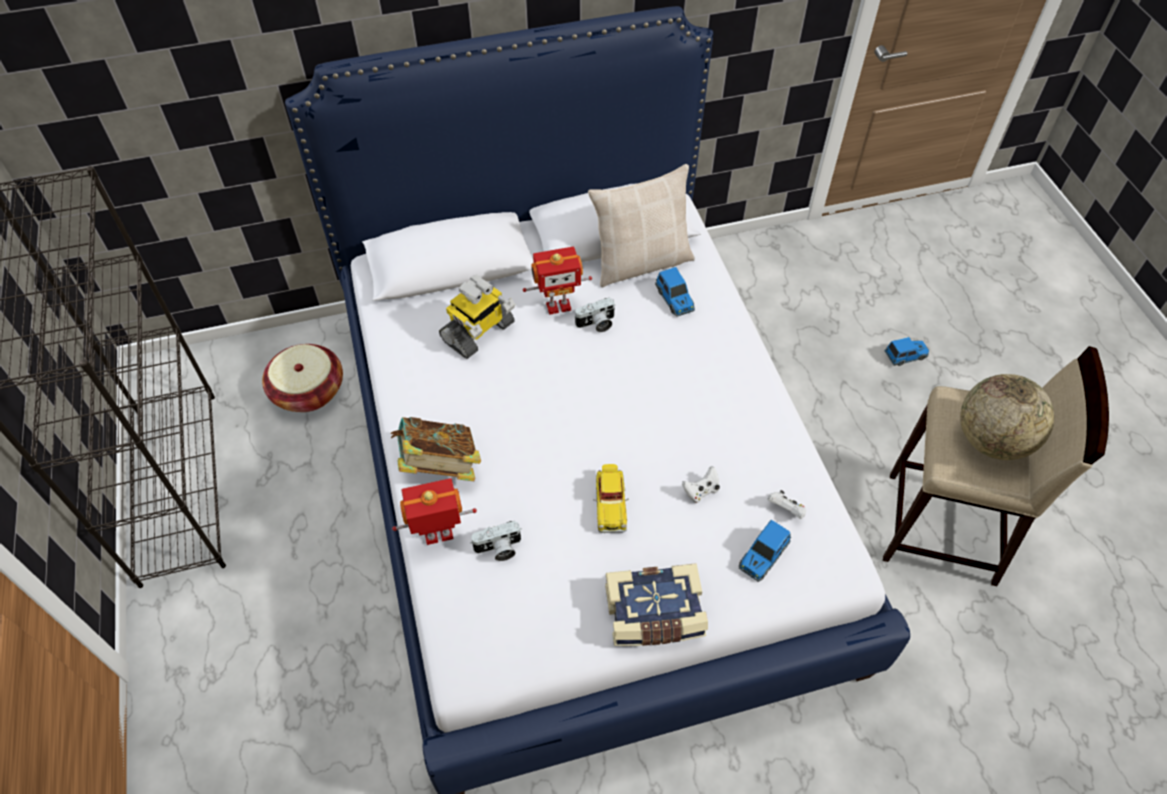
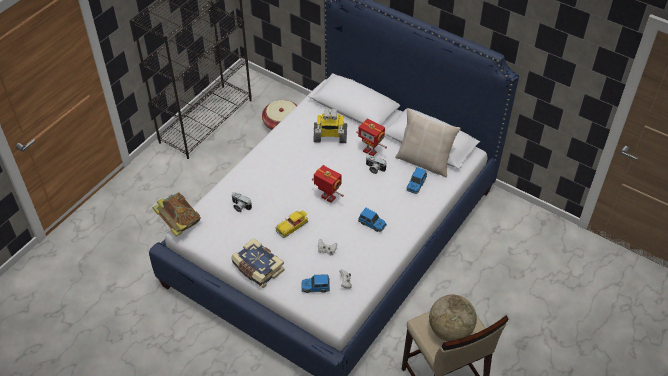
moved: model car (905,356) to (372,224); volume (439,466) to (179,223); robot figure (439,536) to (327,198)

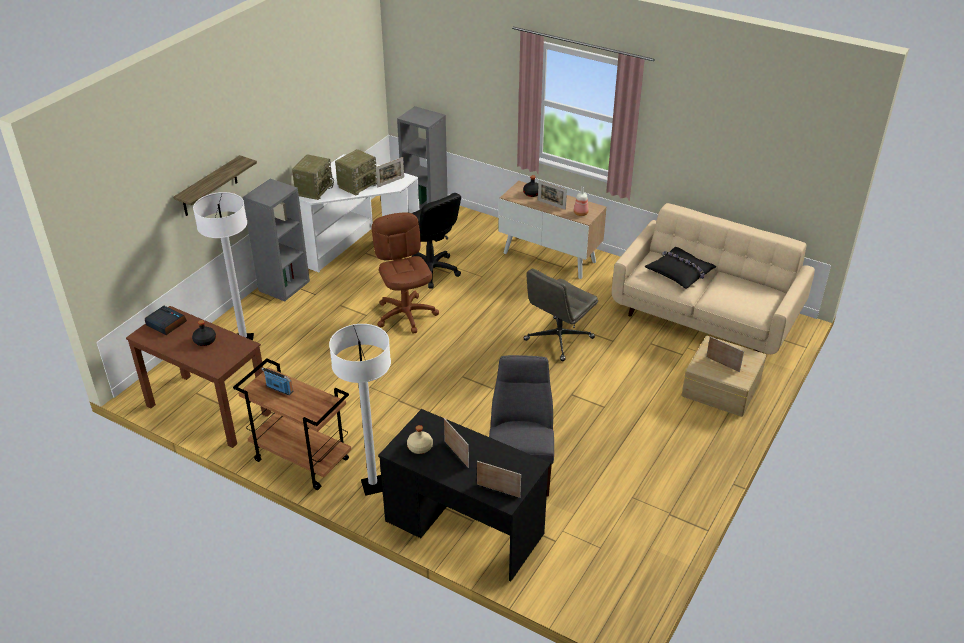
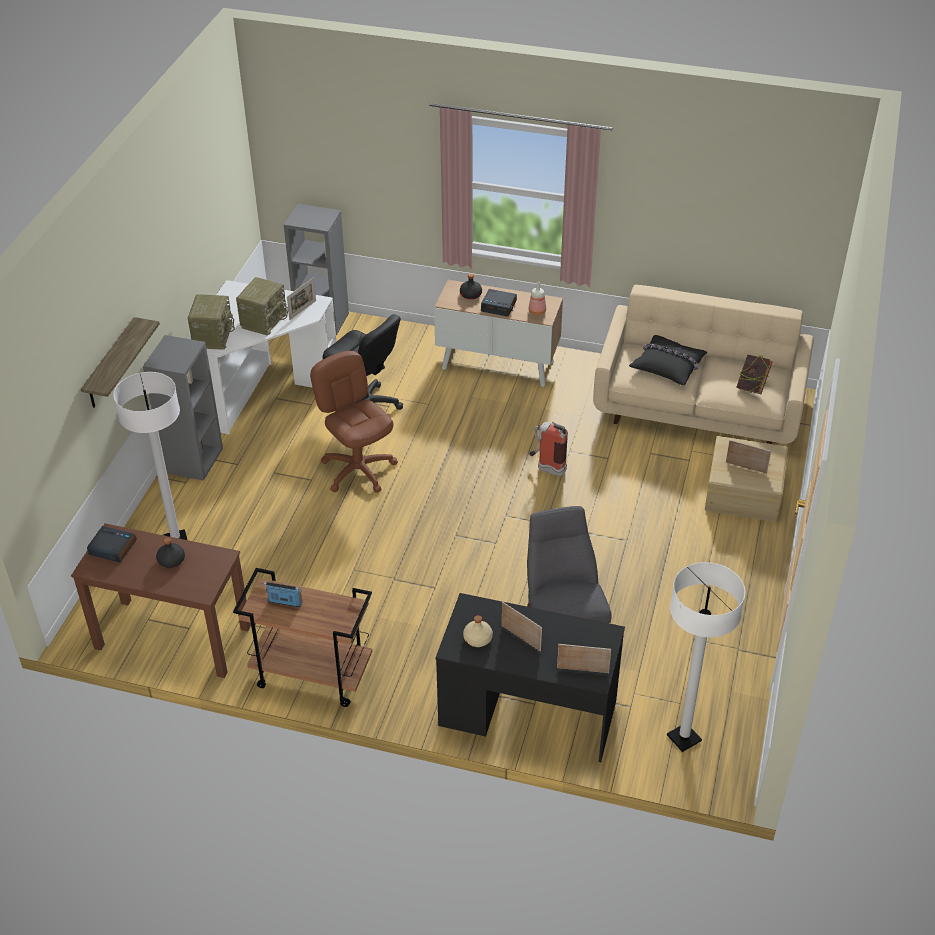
added: volume (752,387)
moved: floor lamp in whitish (373,486) to (684,738)
replaced: photo frame (551,205) to table clock (499,306); desk chair in gray (558,339) to fire-fighting cylinder (546,468)

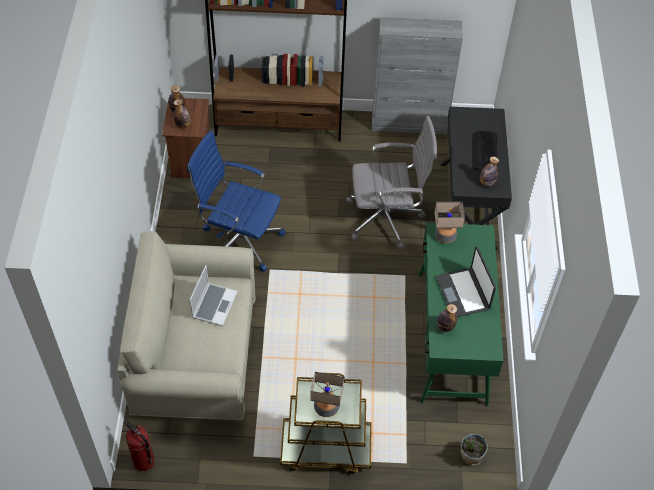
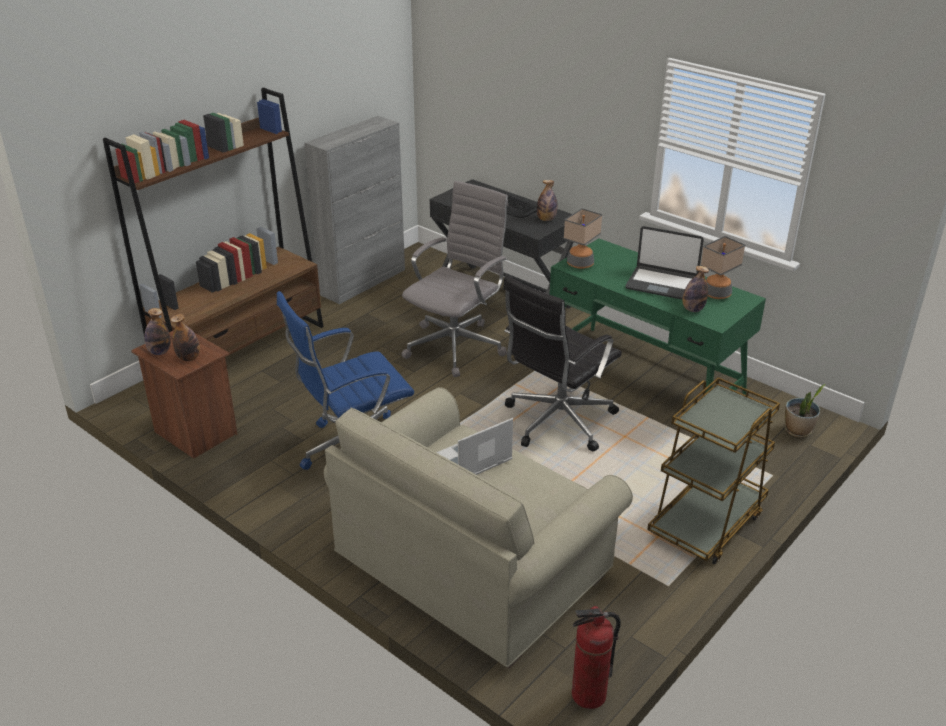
added: desk chair in black (556,421)
moved: lamp for a table (326,407) to (716,294)
turned: laptop (214,304) = (472,460) 90 degrees counterclockwise

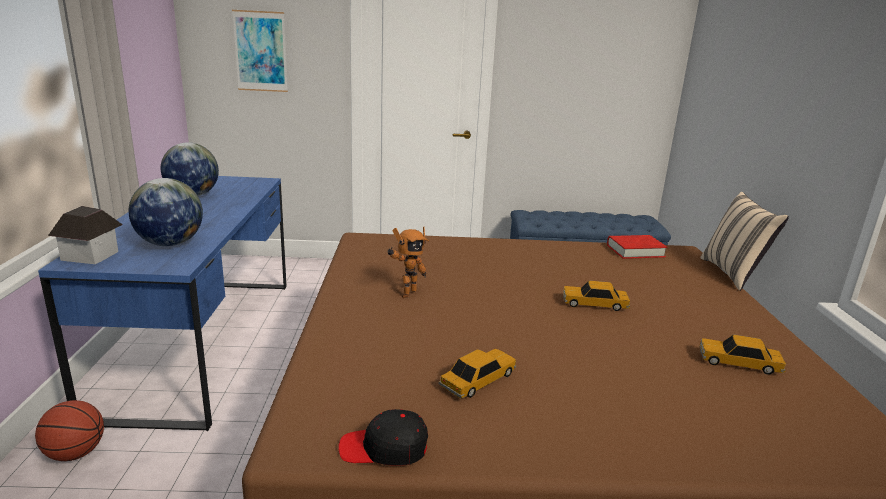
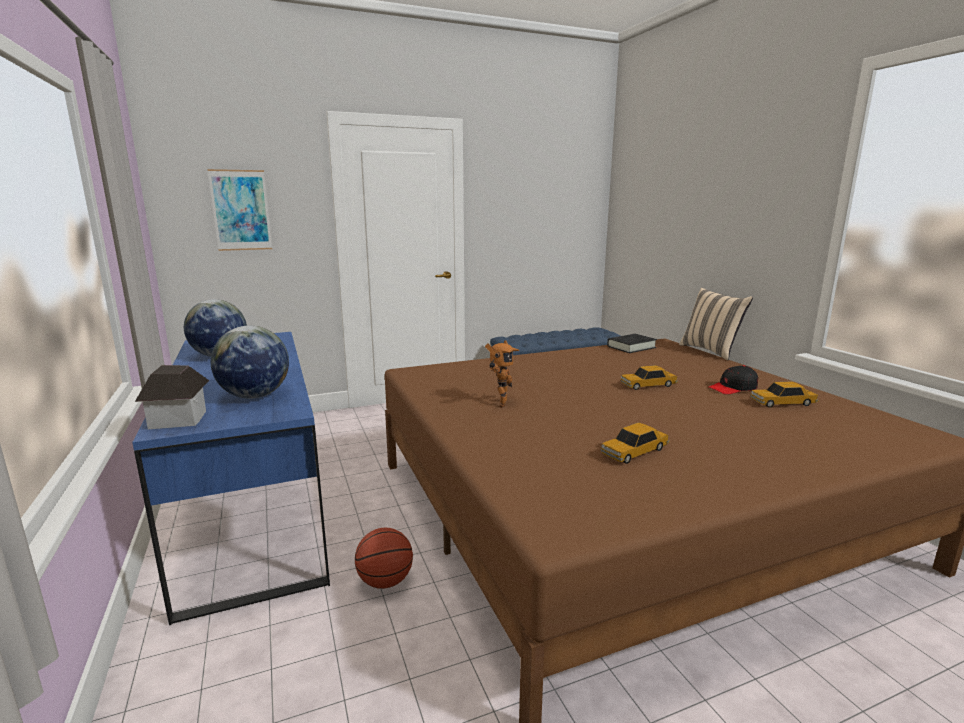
moved: ball for basketball (75,453) to (385,581); cap in black (384,448) to (733,388)
recoloured: volume in reddish (635,251) to volume in black (631,347)
turned: model car (478,380) = (634,451) 150 degrees counterclockwise

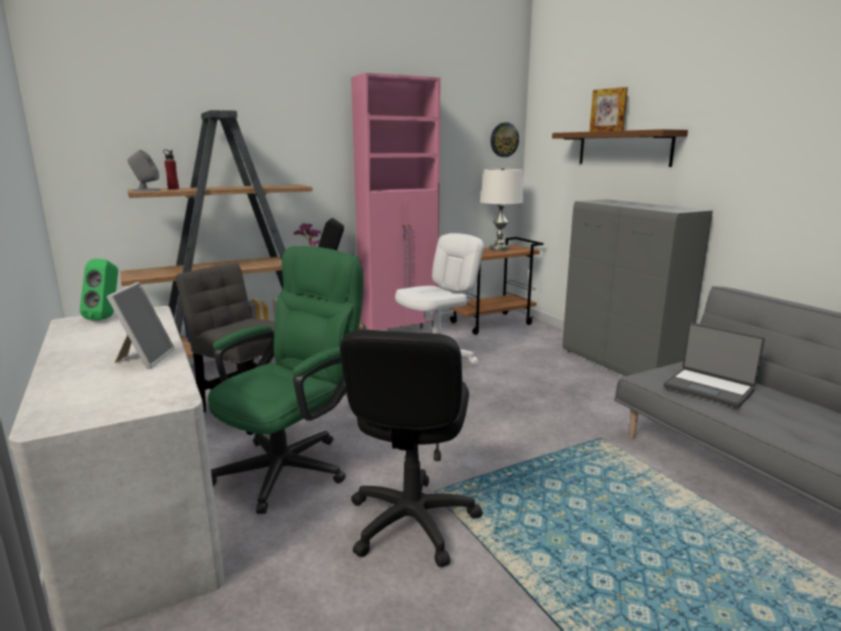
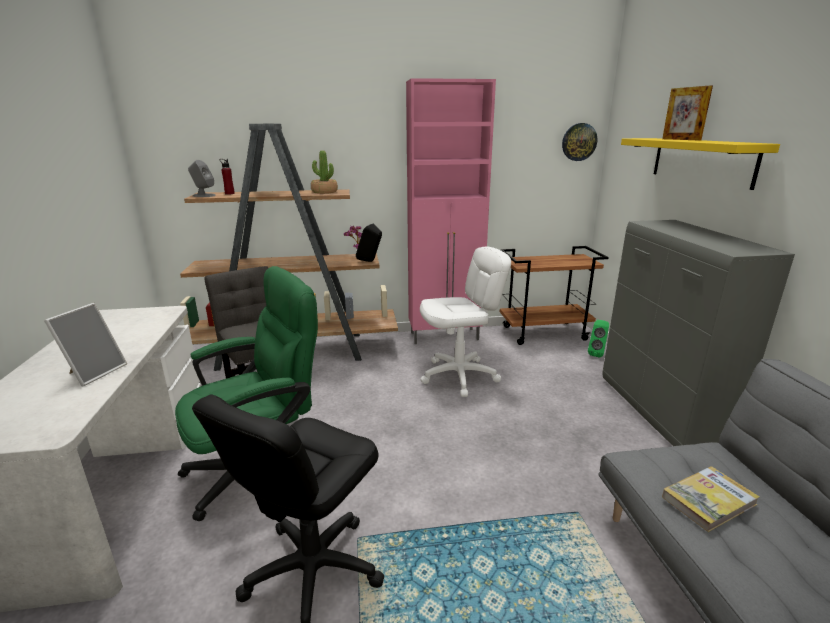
removed: lamp for a table in whitish (499,249)
added: plant in a pot (324,192)
moved: loudspeaker in green-coloured (107,317) to (597,354)
replaced: laptop (709,388) to volume (708,500)
recoloured: shelf in brown-coloured (623,148) to shelf in yellowish (701,161)

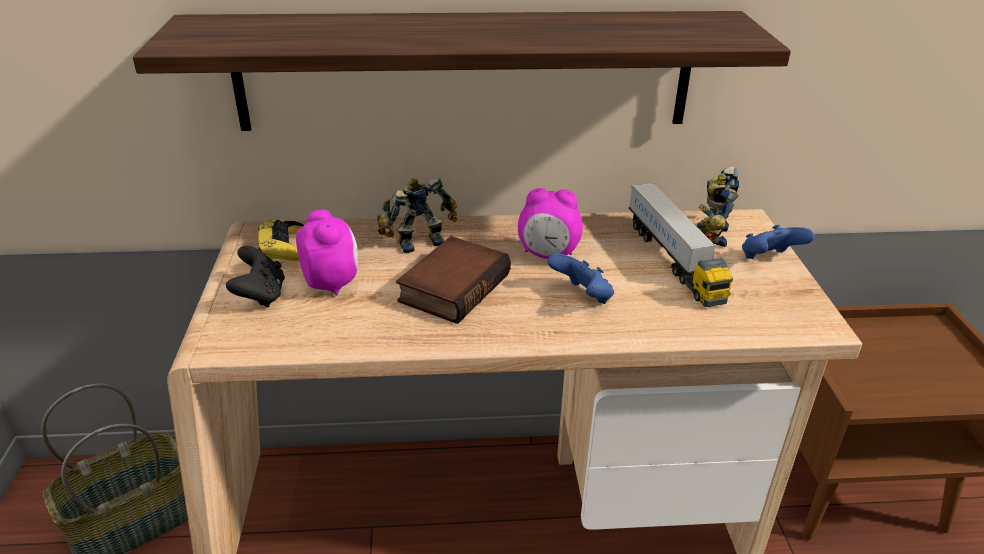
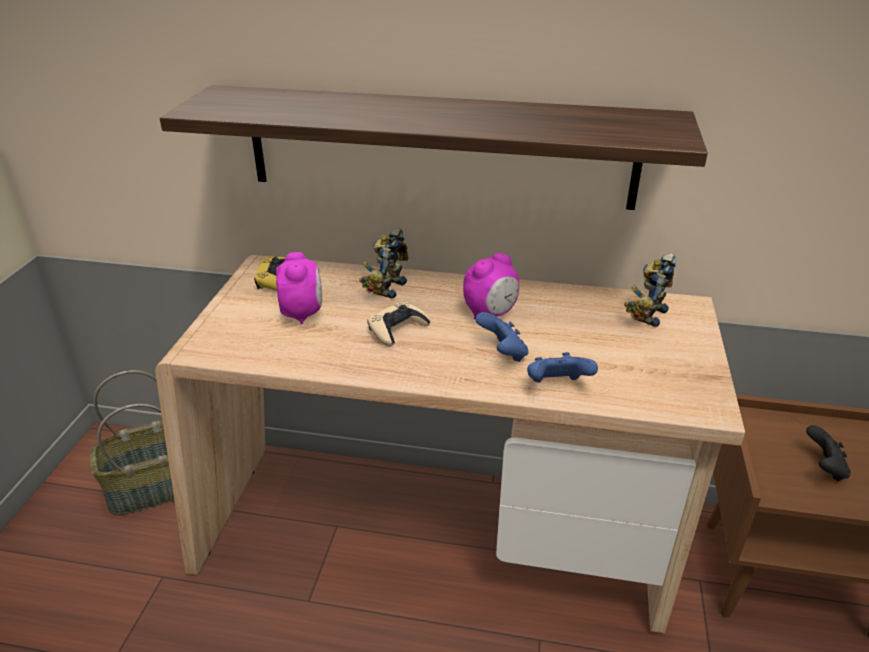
removed: toy lorry (673,260)
moved: game controller in bluish (769,260) to (557,386); game controller in black (261,295) to (824,467)
replaced: volume (452,286) to game controller in beige (397,329)
turned: robot figure (417,240) = (386,287) 60 degrees counterclockwise; table clock (548,255) = (490,313) 60 degrees counterclockwise

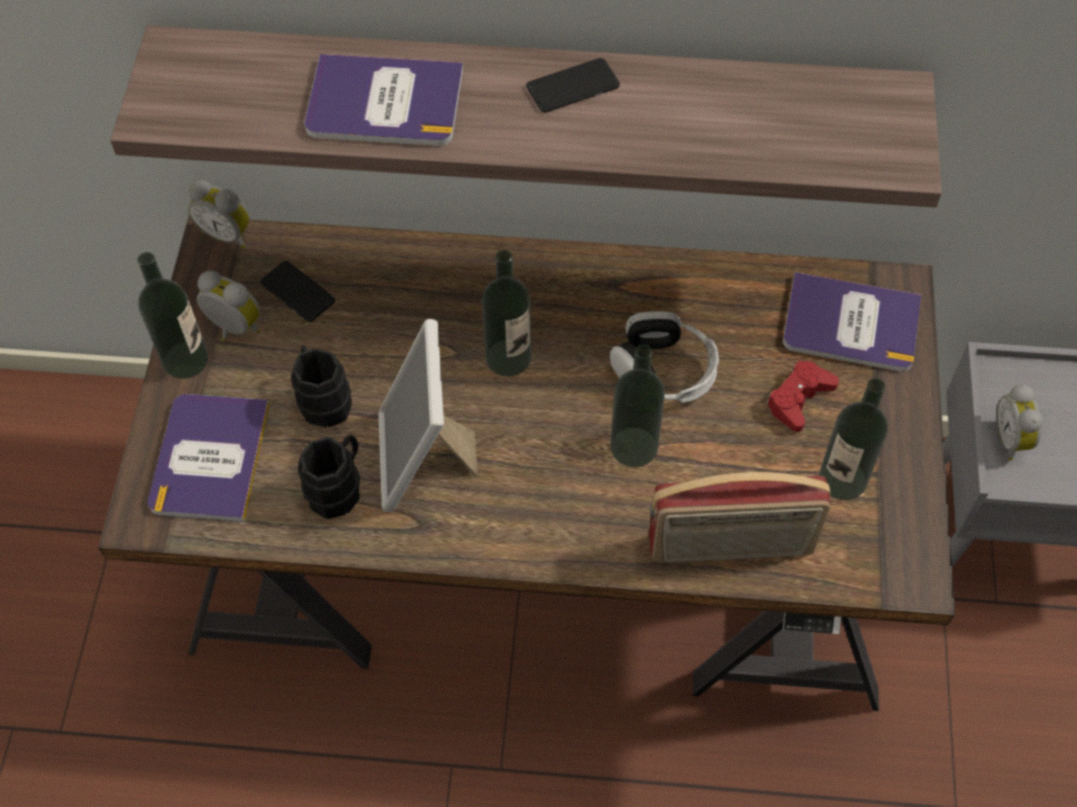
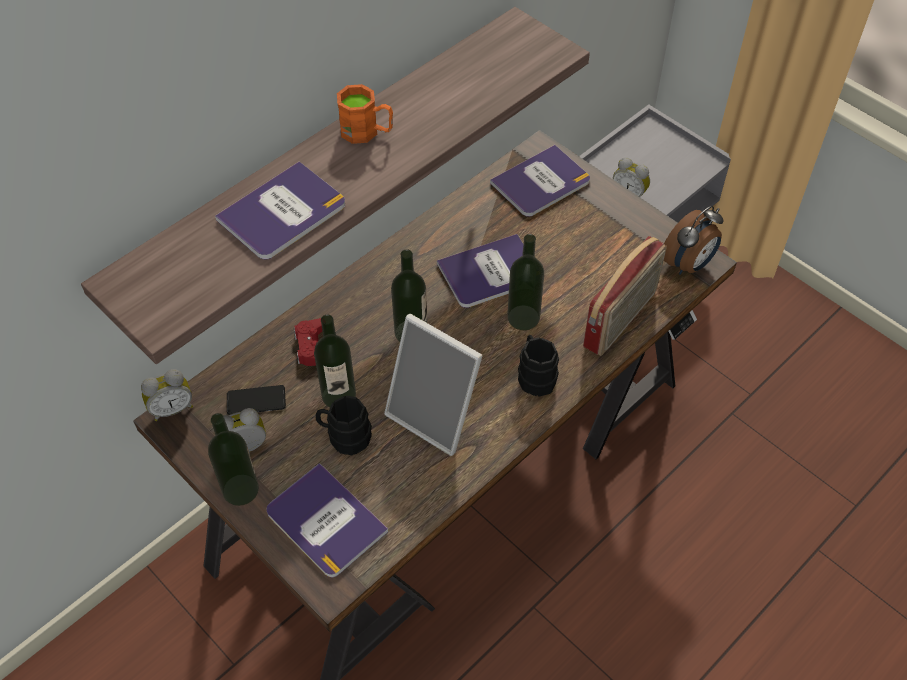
added: table clock (688,264)
moved: game controller in reddish (799,399) to (312,347); drink bottle (842,479) to (339,395); mug in black (338,487) to (535,376)
replaced: phone (572,86) to mug in orange-coloured (367,132); headphones (664,370) to volume (490,272)

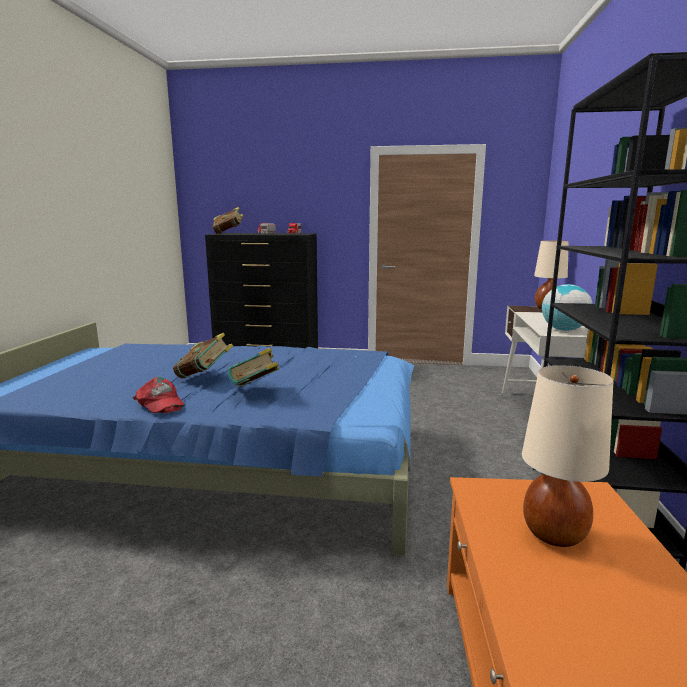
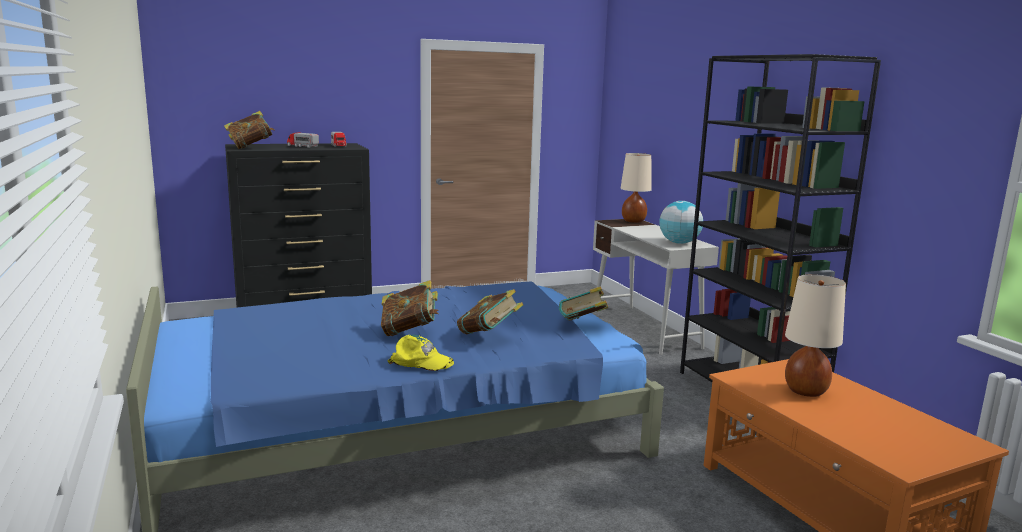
added: volume (583,326)
recoloured: cap in reddish (160,403) to cap in yellowish (421,361)

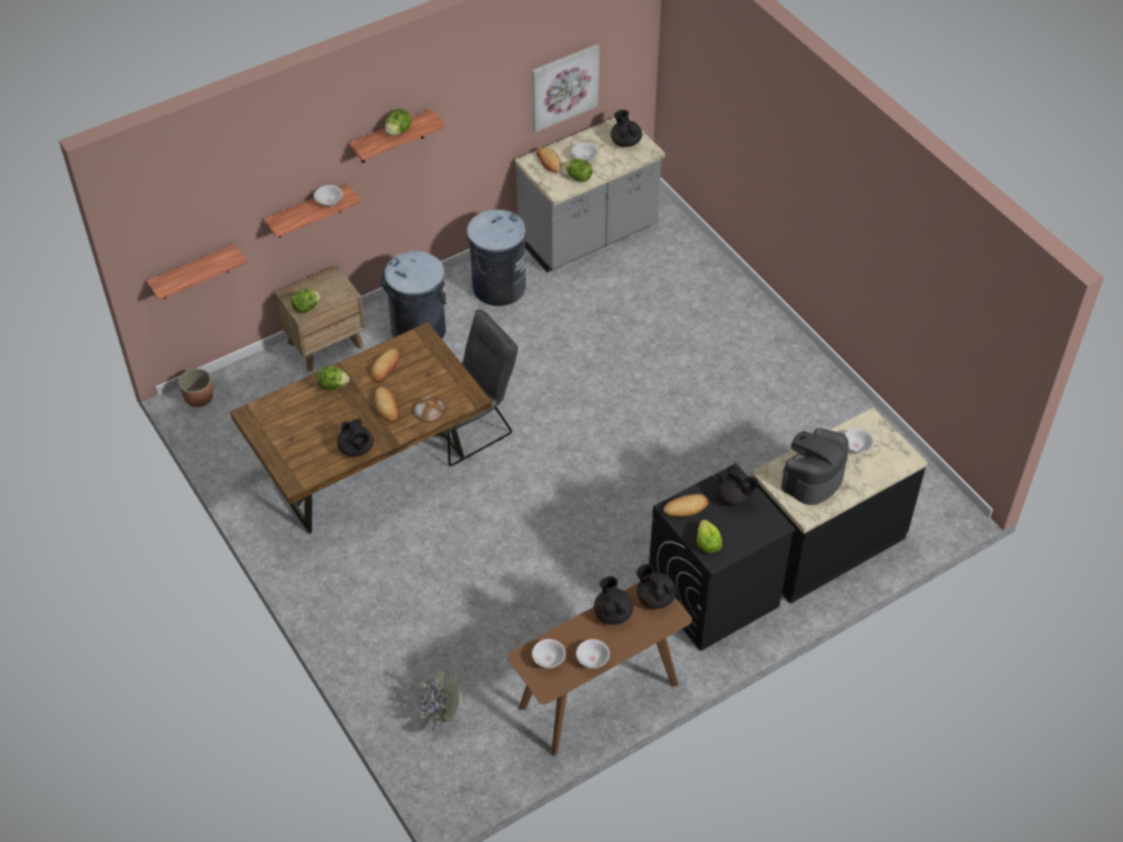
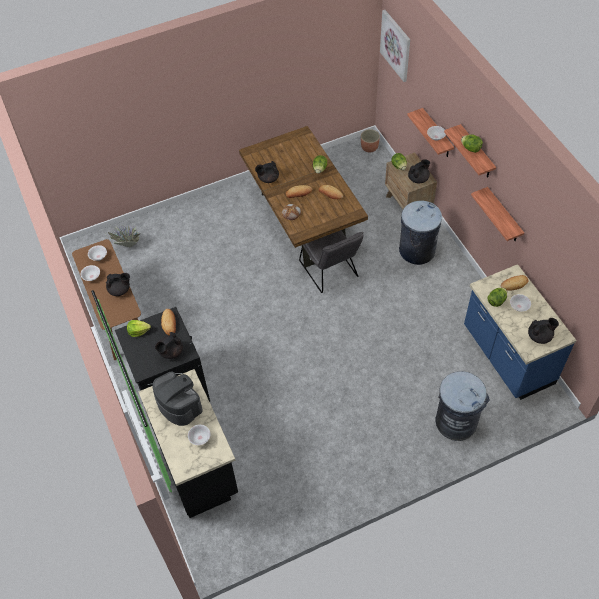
moved: picture (564,86) to (396,45); trash can in gray (498,287) to (456,421); shelf (193,273) to (503,216); teapot in black (655,597) to (418,179)
recoloured: kitchen base unit in gray (588,237) to kitchen base unit in bluish (507,356)

